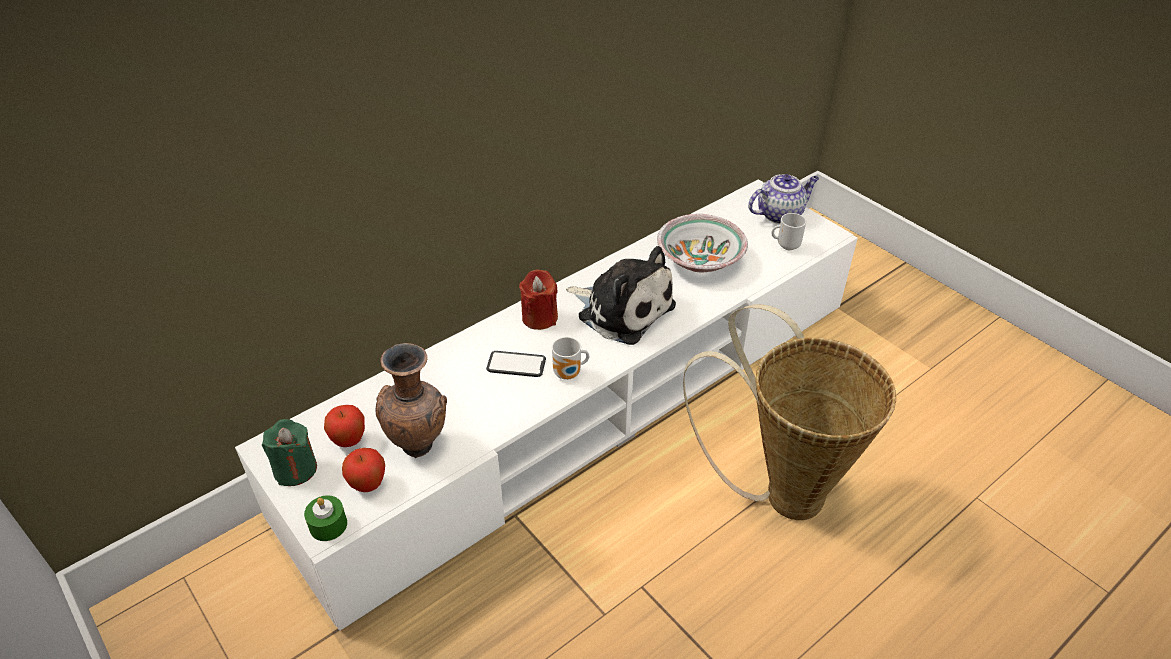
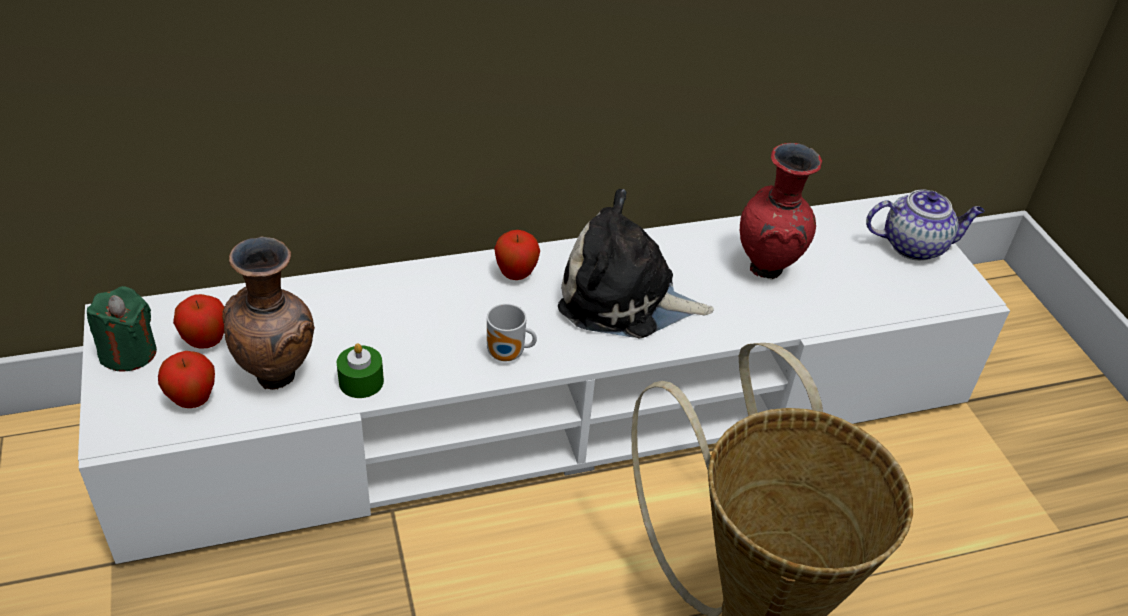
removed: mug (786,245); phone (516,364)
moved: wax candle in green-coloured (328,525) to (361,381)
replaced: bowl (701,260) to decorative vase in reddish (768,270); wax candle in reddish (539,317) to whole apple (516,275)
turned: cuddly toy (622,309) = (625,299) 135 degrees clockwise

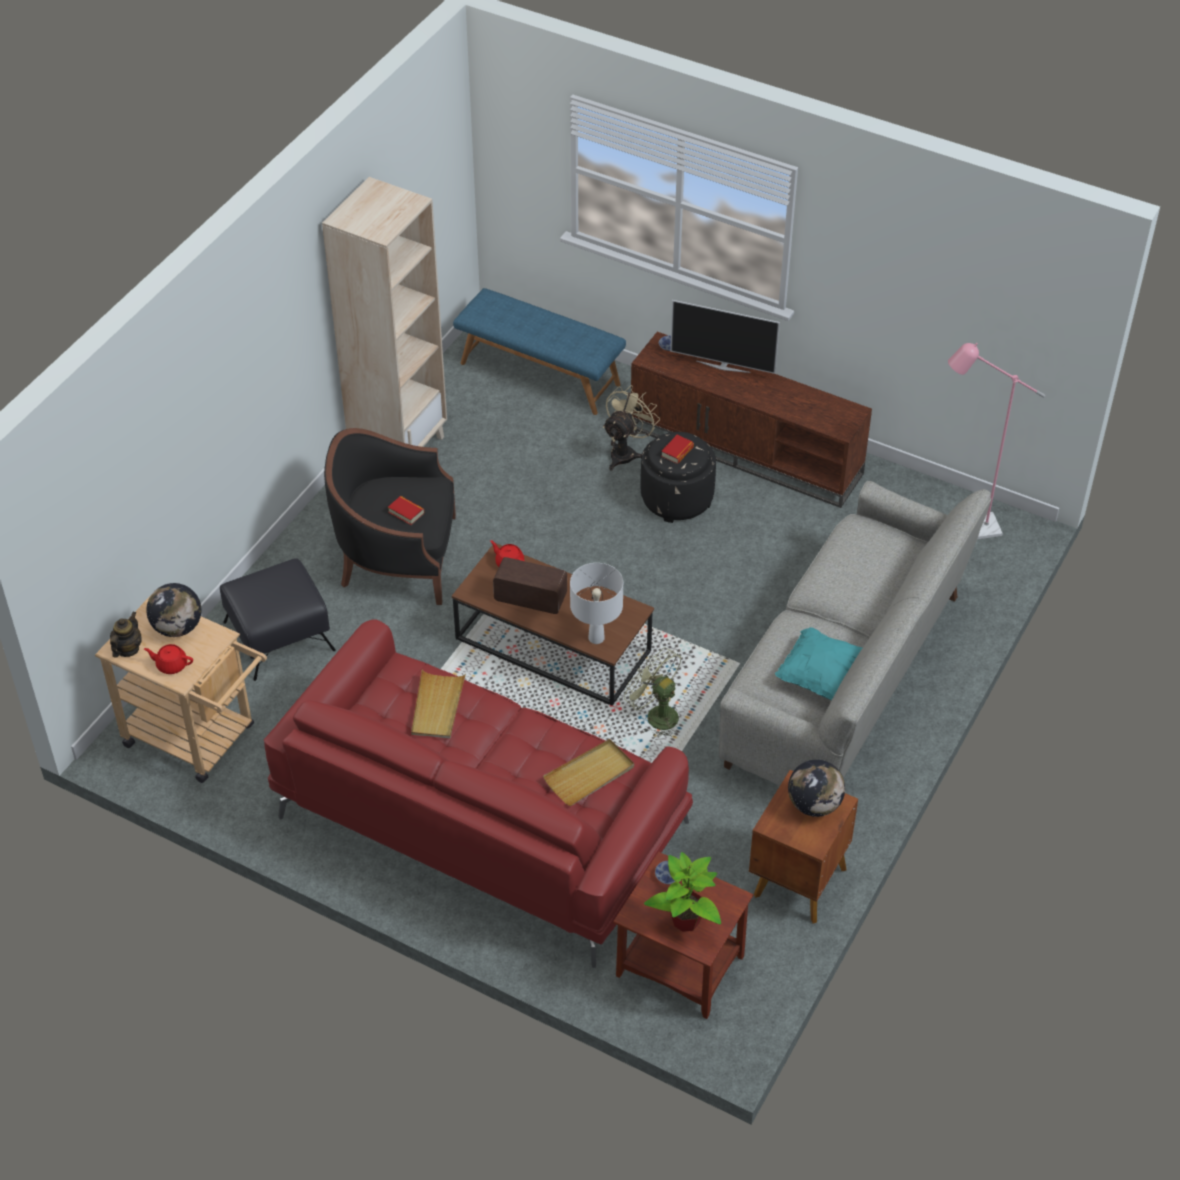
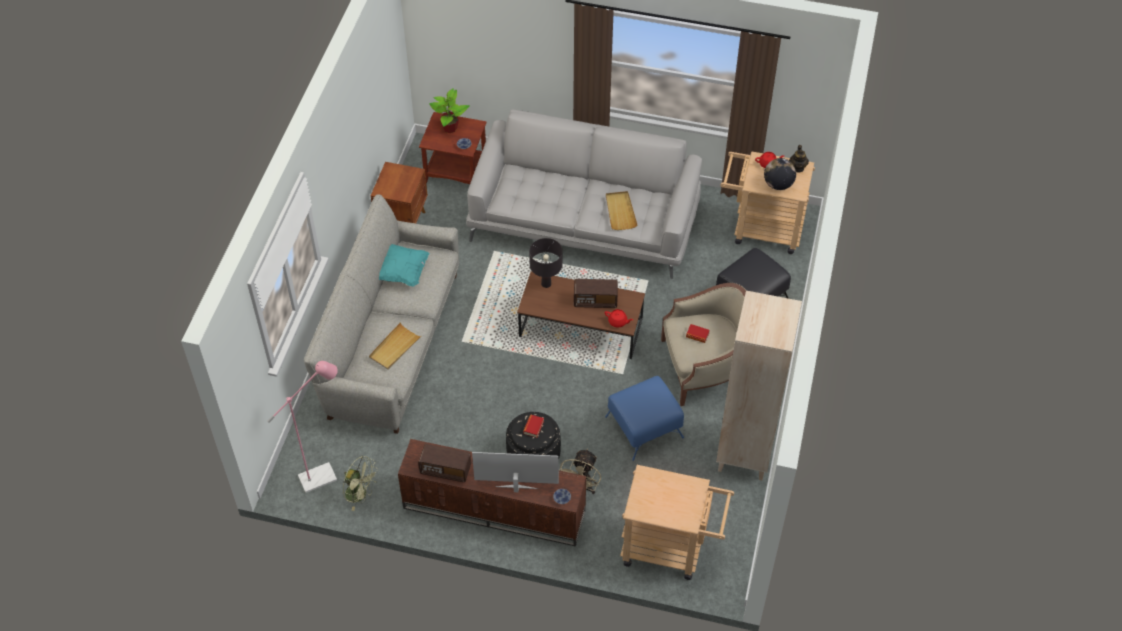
removed: globe (814,805)
added: pouffe in bluish (643,427); radio (445,470)
moved: fan in green-coloured (656,715) to (360,494); carrying tray in beige (590,775) to (394,348)
replaced: long seat in bluish (540,373) to wheeled cart in beige (671,549)
recoloured: lounge chair in black (398,557) to lounge chair in beige (704,367); lamp for a table in whitish (596,638) to lamp for a table in black (546,284); couch in reddish (479,819) to couch in gray (585,219)

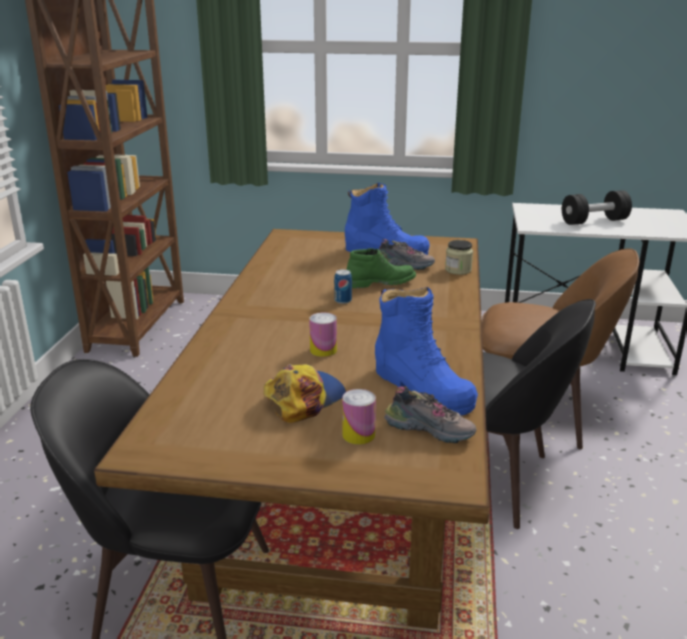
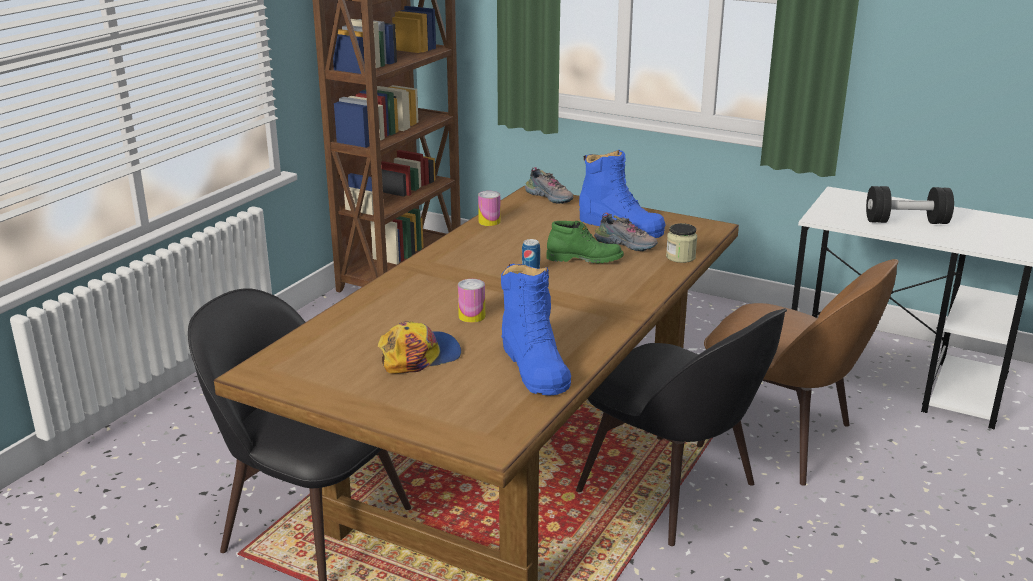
moved: shoe (430,429) to (550,197); sealed can (358,435) to (489,222)

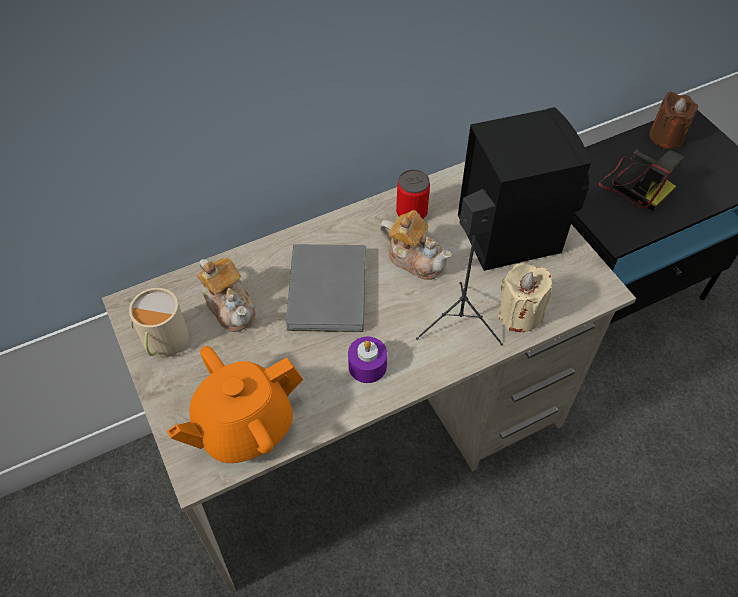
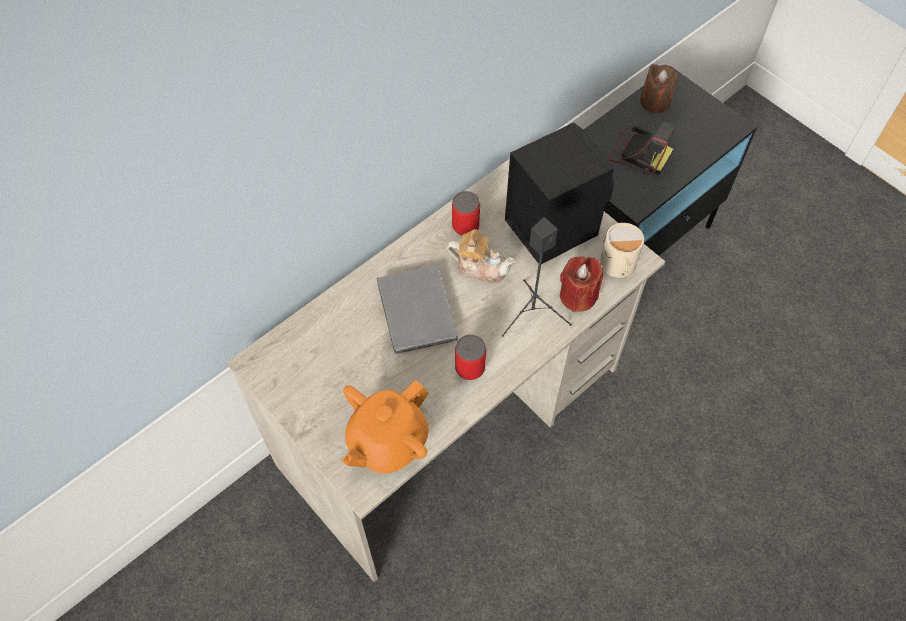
removed: teapot (230,306)
moved: mug in beige (163,342) to (618,266)
replaced: wax candle in purple-coloured (367,366) to sealed can (470,368)
recoloured: wax candle in beige (519,314) to wax candle in reddish (578,296)

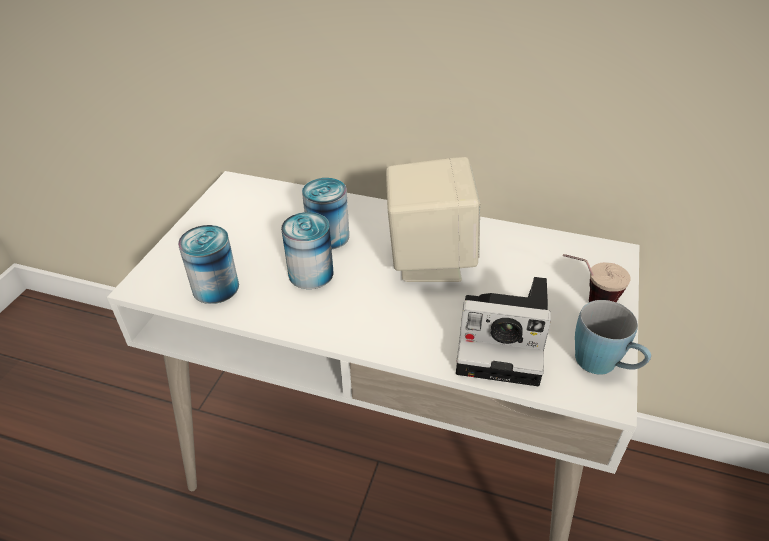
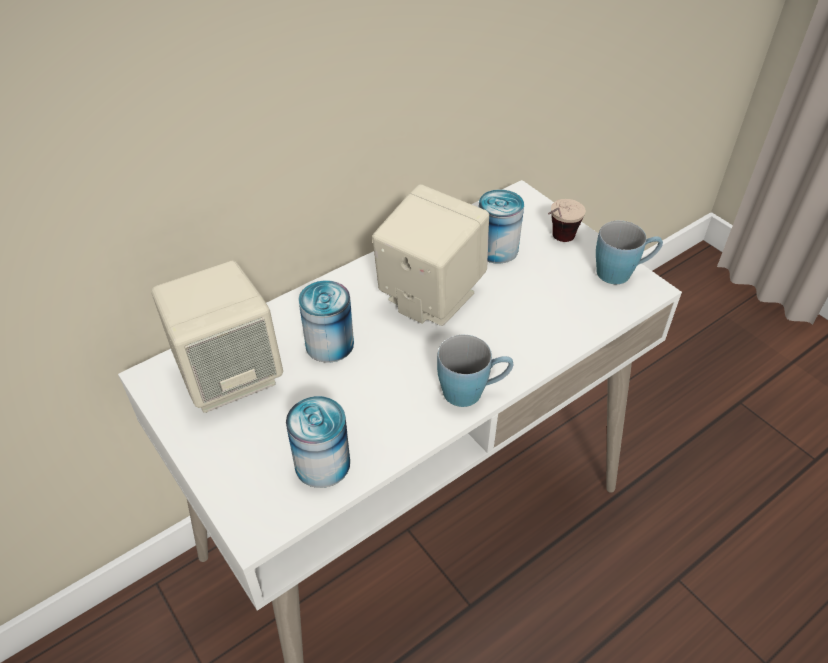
removed: still camera (504,341)
added: loudspeaker in beige (229,375); mug in bluish (472,391)
moved: sealed can (311,273) to (496,249)

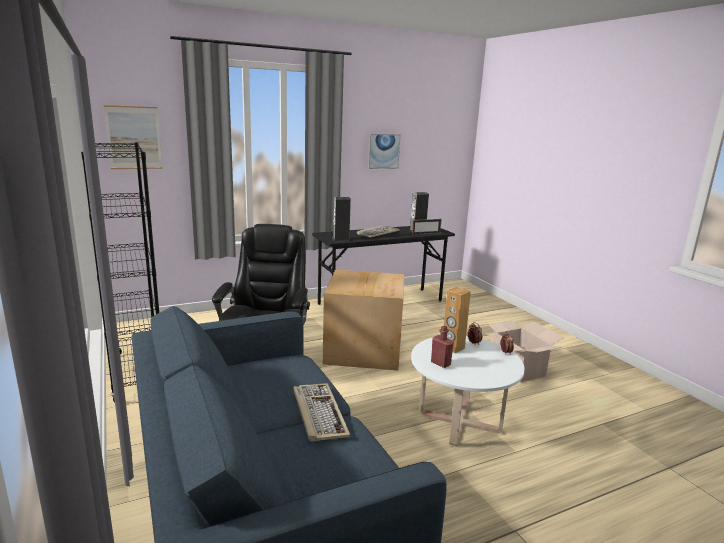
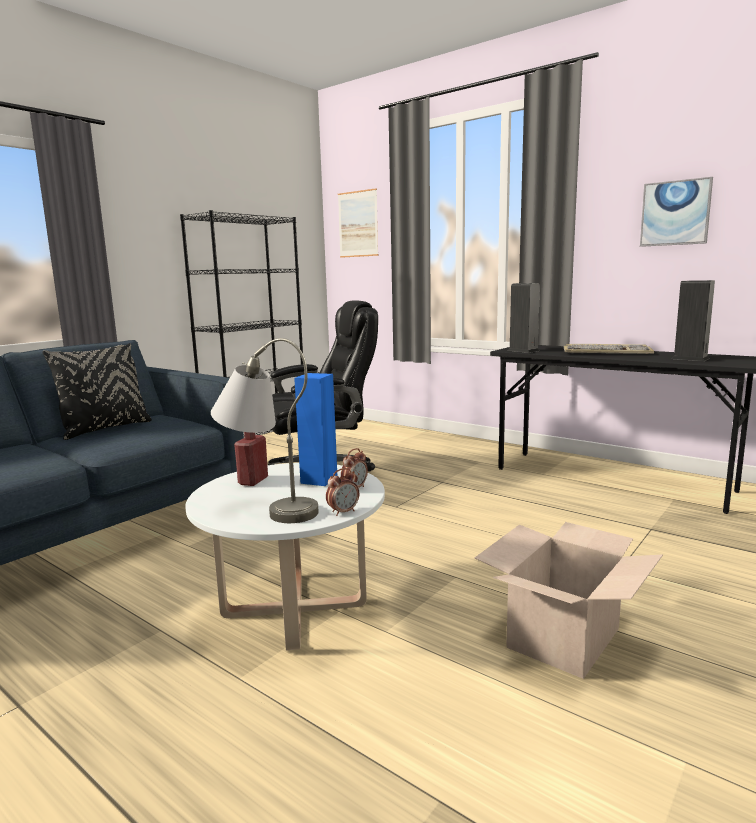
removed: photo frame (426,233); carton (364,349); keyboard (318,413)
added: lamp for a table in gray (268,507); cushion in black (105,429)
recoloured: loudspeaker in brown-coloured (453,348) to loudspeaker in bluish (318,480)

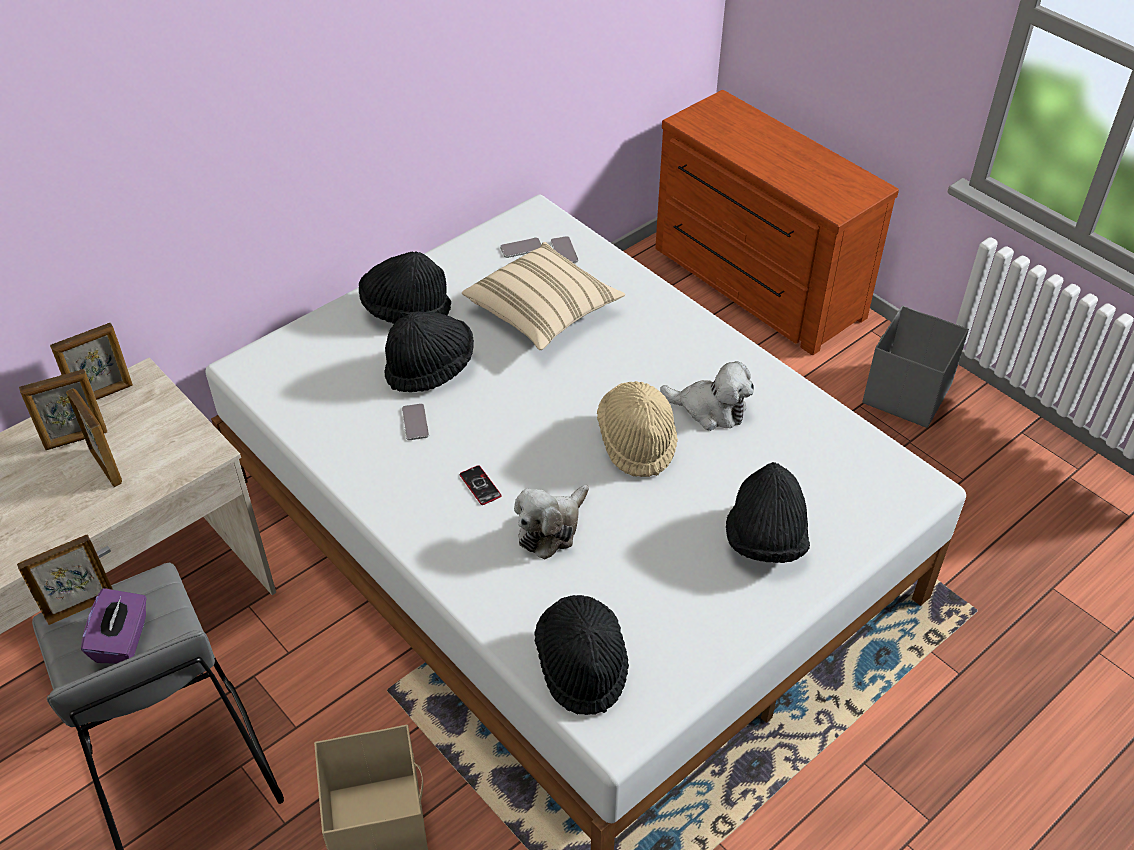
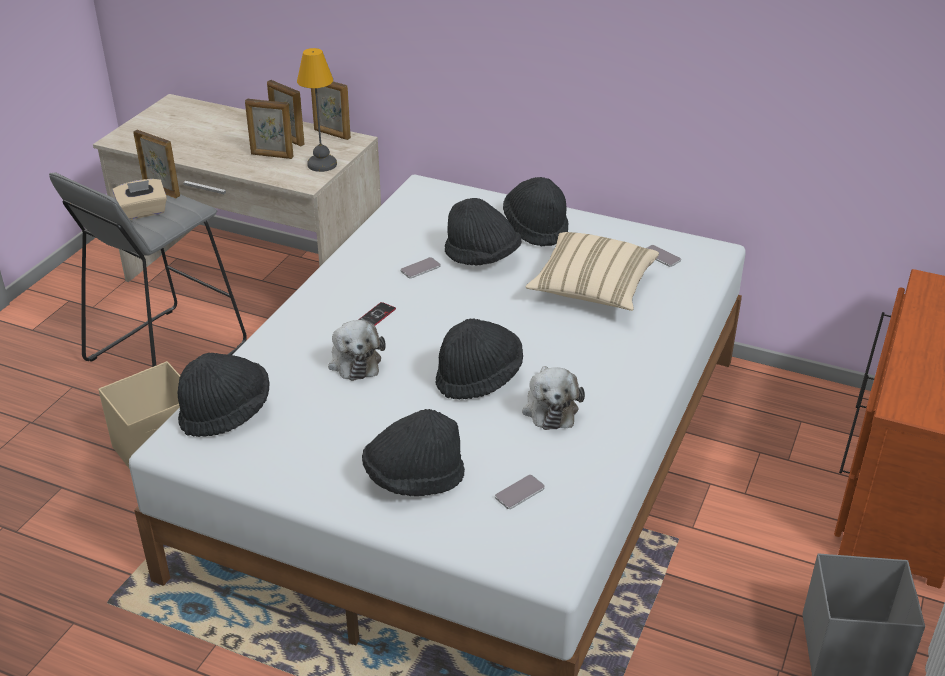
added: lamp for a table (321,164)
moved: phone (564,251) to (519,492)
recoloured: wearable hat in beige (637,442) to wearable hat in black (479,378); tissue holder in purple-coloured (122,640) to tissue holder in beige (143,212)
turned: photo frame (106,466) = (272,156) 75 degrees clockwise; cuddly toy (551,528) = (354,360) 120 degrees counterclockwise

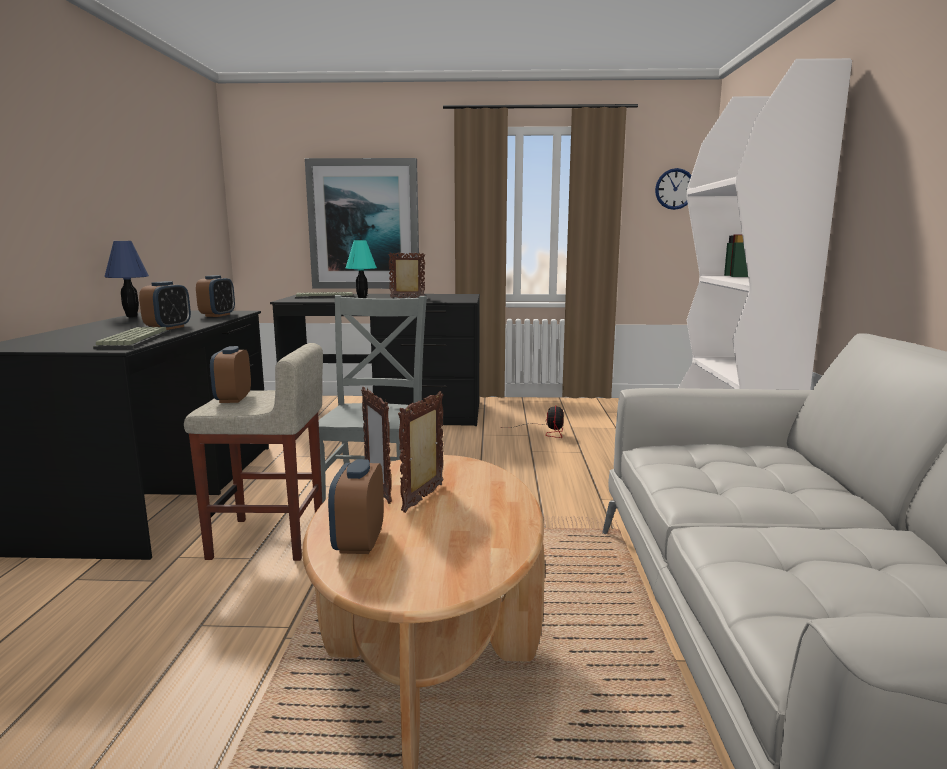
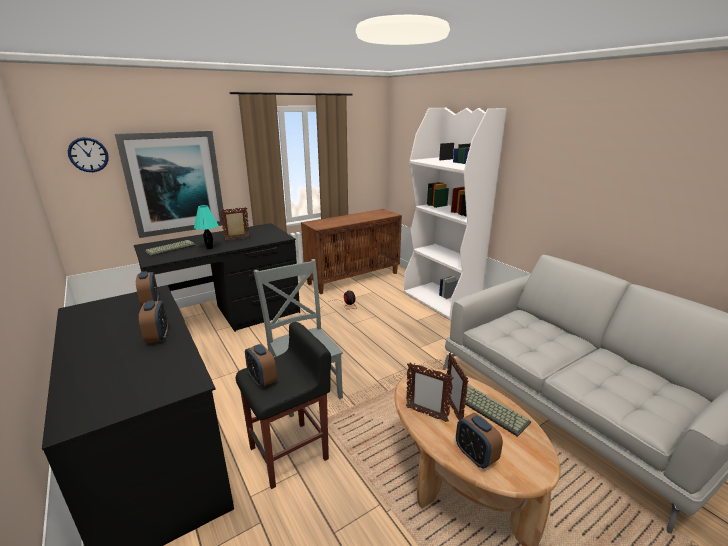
removed: lamp for a table in bluish (131,316)
added: storage cabinet in brown-coloured (353,278)
moved: clock on the wall (675,189) to (88,155); keyboard (133,340) to (488,410)
recoloured: stool seat in beige (269,539) to stool seat in black (290,452)

